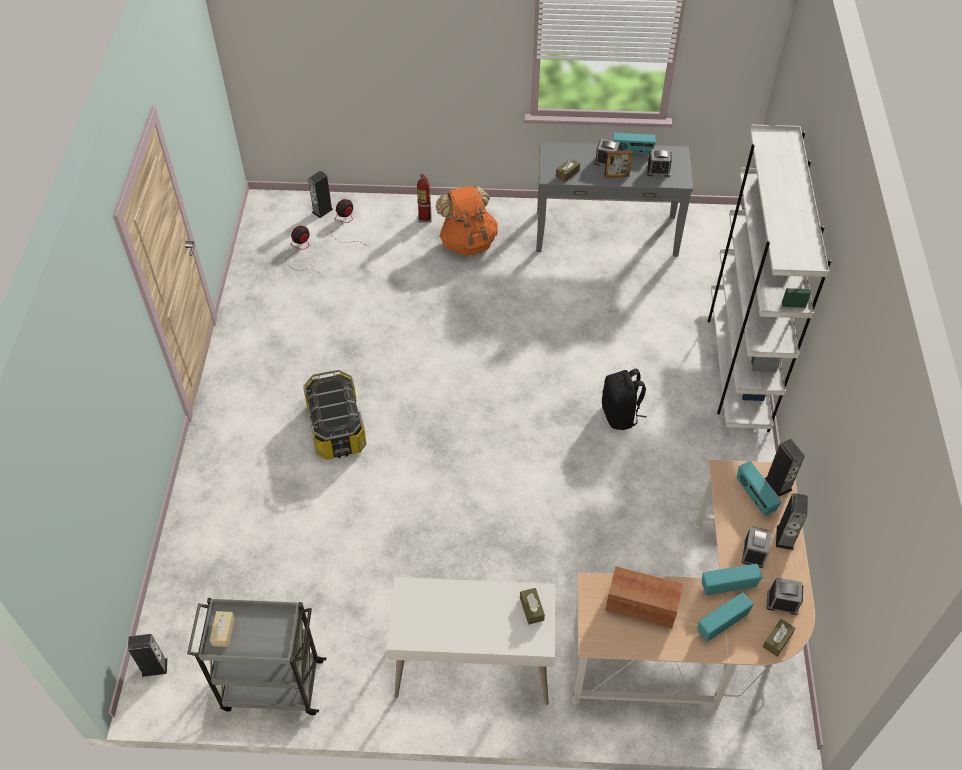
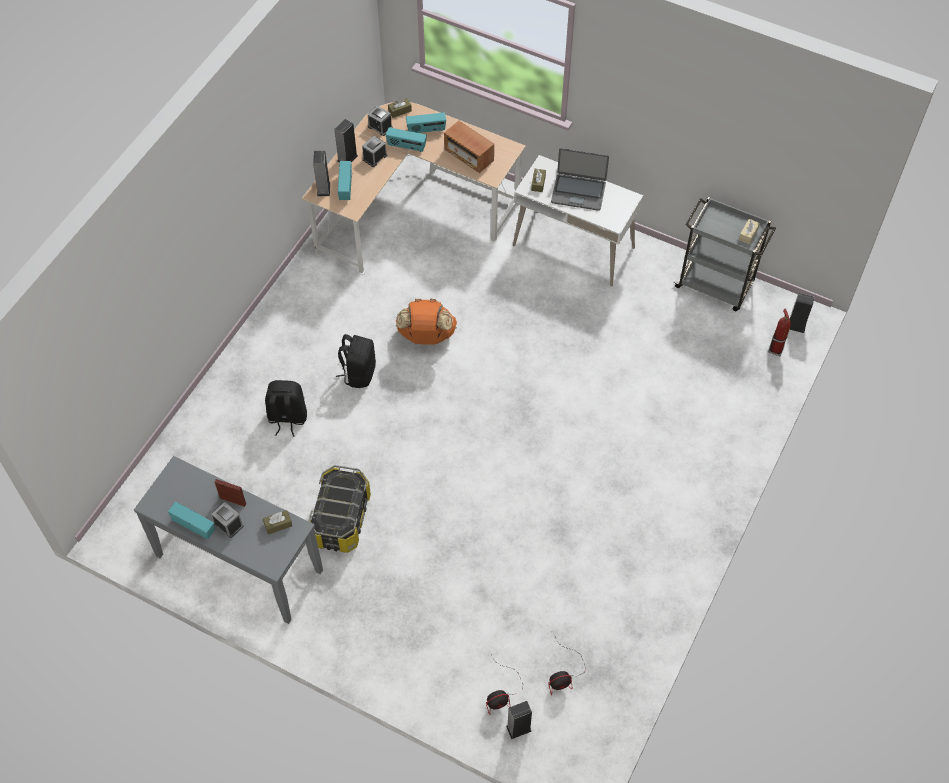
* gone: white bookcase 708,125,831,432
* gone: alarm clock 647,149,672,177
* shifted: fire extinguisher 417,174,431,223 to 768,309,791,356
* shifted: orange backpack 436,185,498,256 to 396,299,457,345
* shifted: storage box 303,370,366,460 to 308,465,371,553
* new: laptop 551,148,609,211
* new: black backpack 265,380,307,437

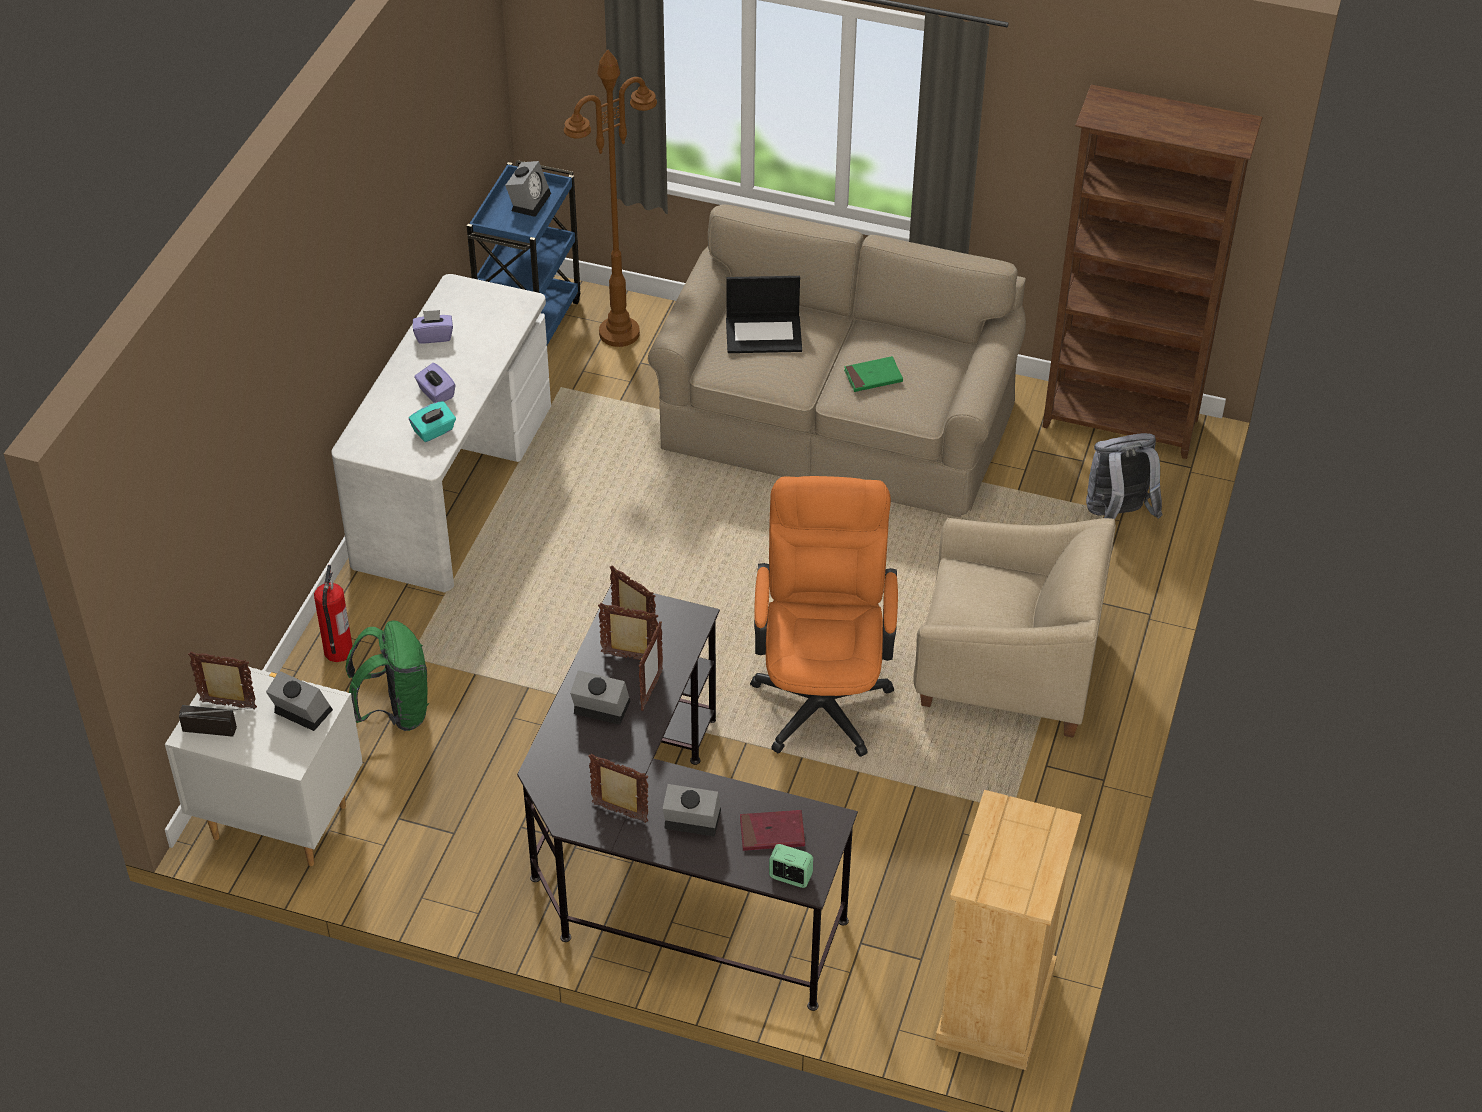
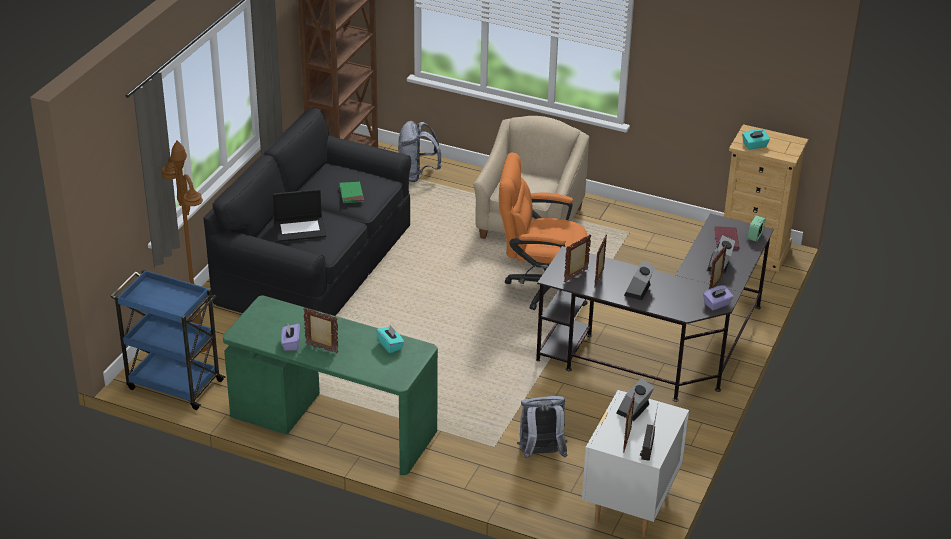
* gone: alarm clock 505,161,551,217
* repainted: beige sofa 648,205,1026,517 to black sofa 203,108,411,316
* repainted: white desk 331,274,551,592 to green desk 223,295,438,475
* rotated: laptop 726,276,802,353 = 273,189,326,242 75 degrees clockwise
* shifted: purple tissue box 414,363,456,403 to 703,285,733,310
* gone: fire extinguisher 314,565,353,662
* repainted: green backpack 345,620,429,731 to grey backpack 517,396,568,459
* shifted: picture frame 639,621,663,711 to 303,307,338,354
* new: turquoise tissue box 742,129,770,150

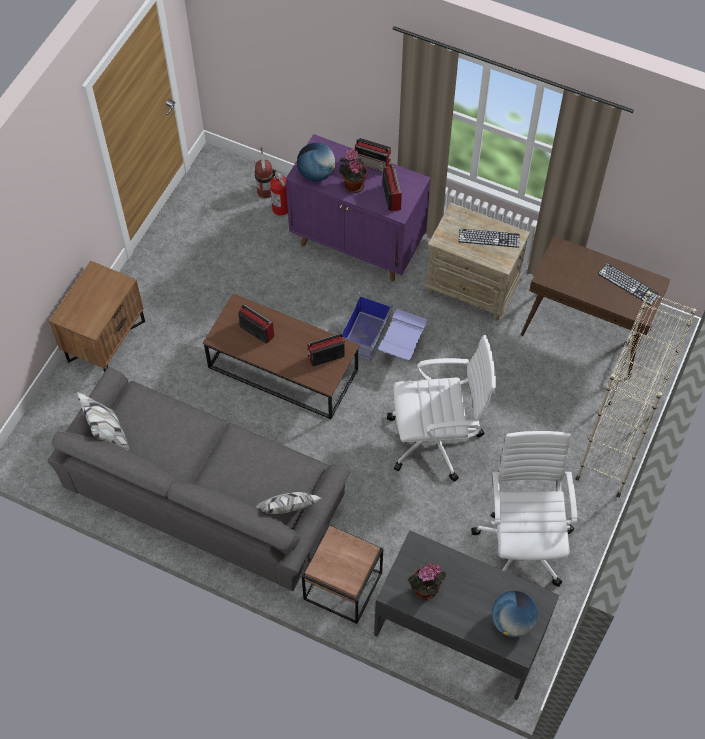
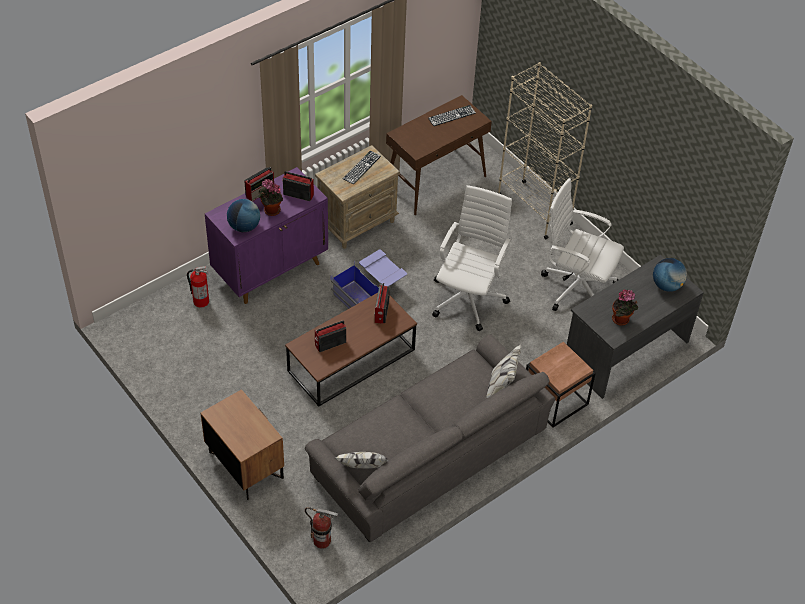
* shifted: fire extinguisher 255,147,273,198 to 305,507,338,549

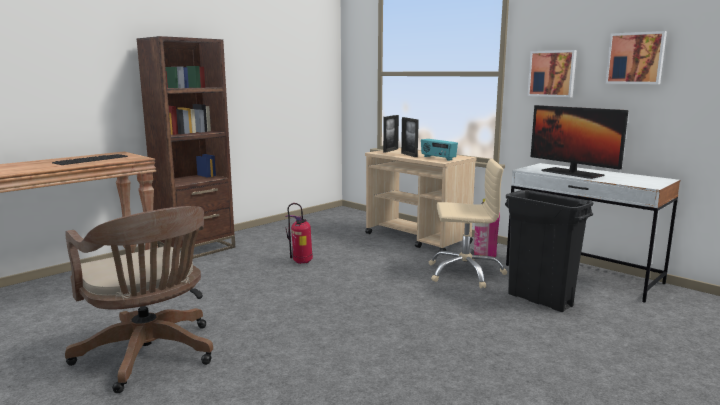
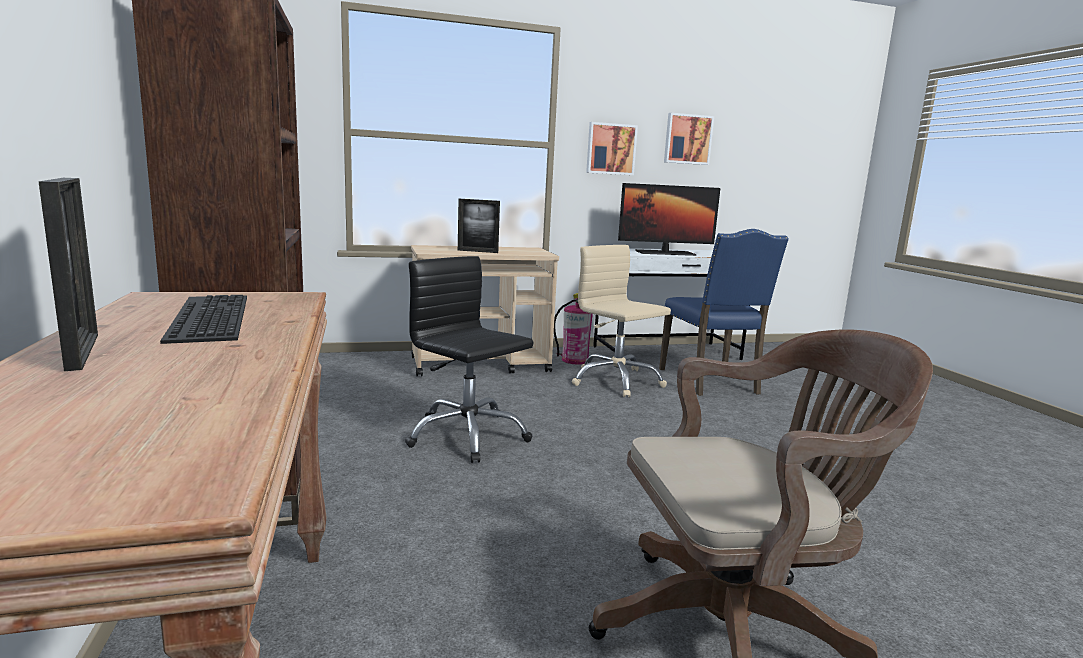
* shifted: picture frame 383,115,399,153 to 38,178,98,371
* gone: radio 421,139,458,161
* rotated: beige office chair 429,159,507,288 = 572,245,671,397 75 degrees counterclockwise
* swapped: black trash can 505,190,594,312 to blue chair 659,229,789,396
* swapped: fire extinguisher 285,203,313,264 to black office chair 405,256,534,463

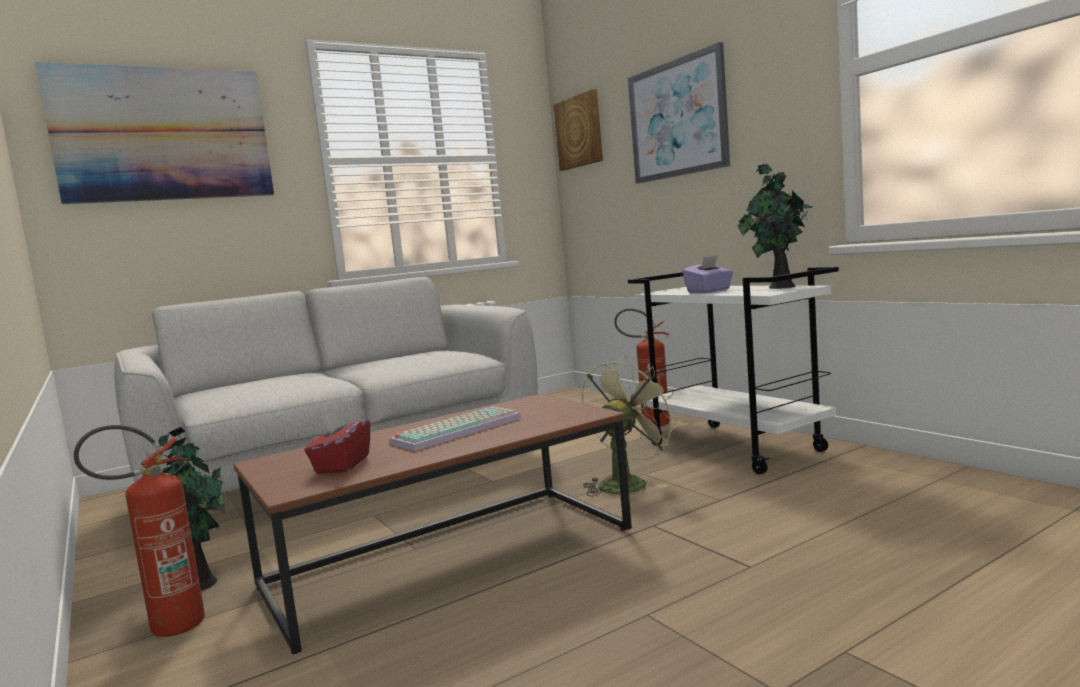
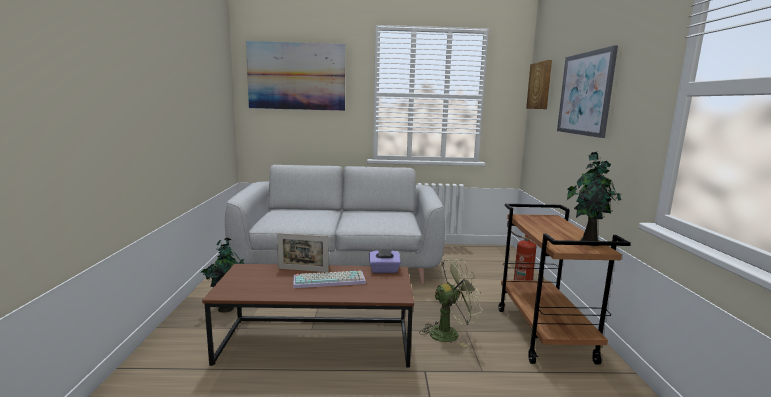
* shifted: purple tissue box 682,255,734,293 to 369,249,401,273
* repainted: white cart 628,267,839,475 to brown cart 498,204,631,365
* gone: red tissue box 305,410,370,474
* gone: fire extinguisher 74,425,205,637
* new: picture frame 277,233,329,272

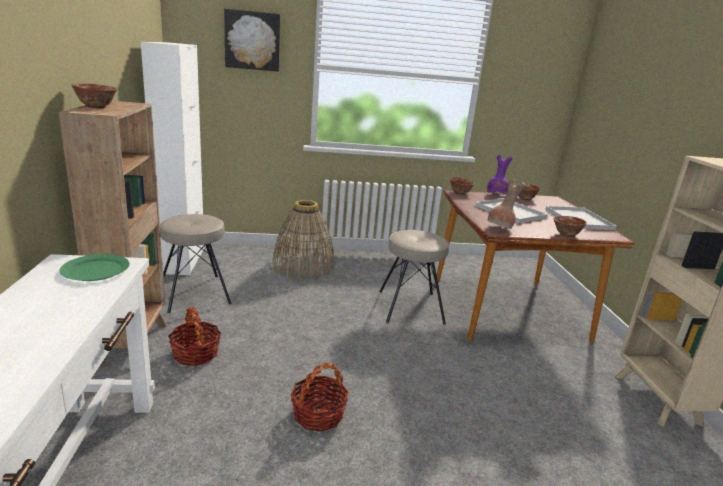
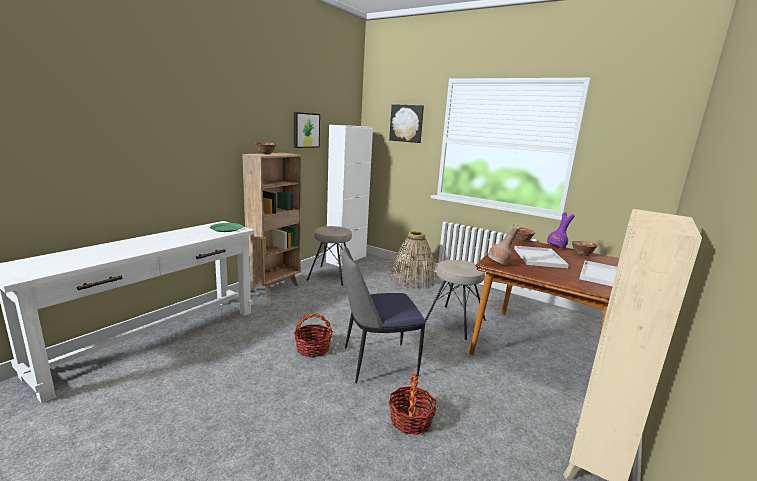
* gone: bowl 553,216,587,237
* shifted: basket 168,306,221,366 to 389,374,436,435
* new: picture 294,112,320,148
* new: chair 342,247,426,383

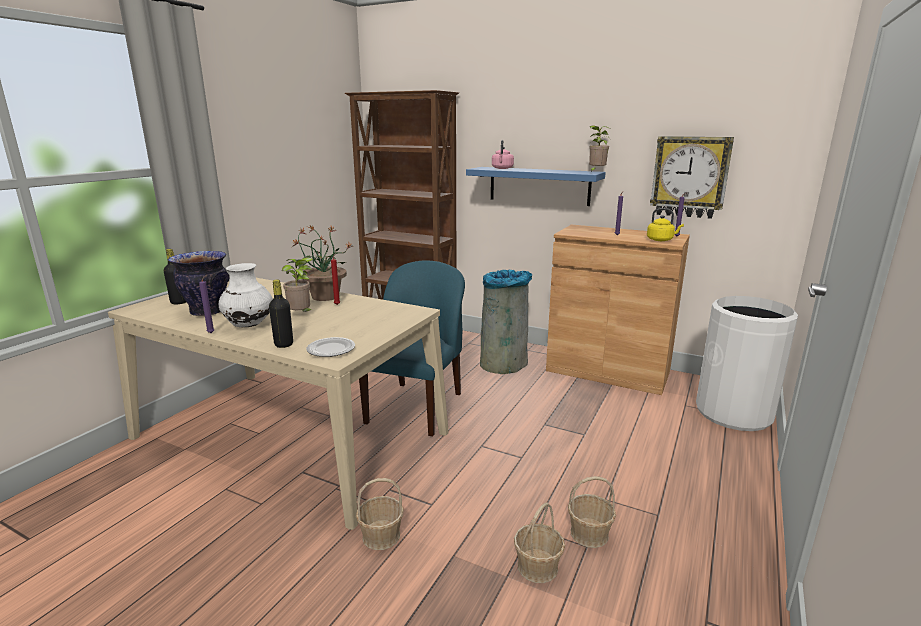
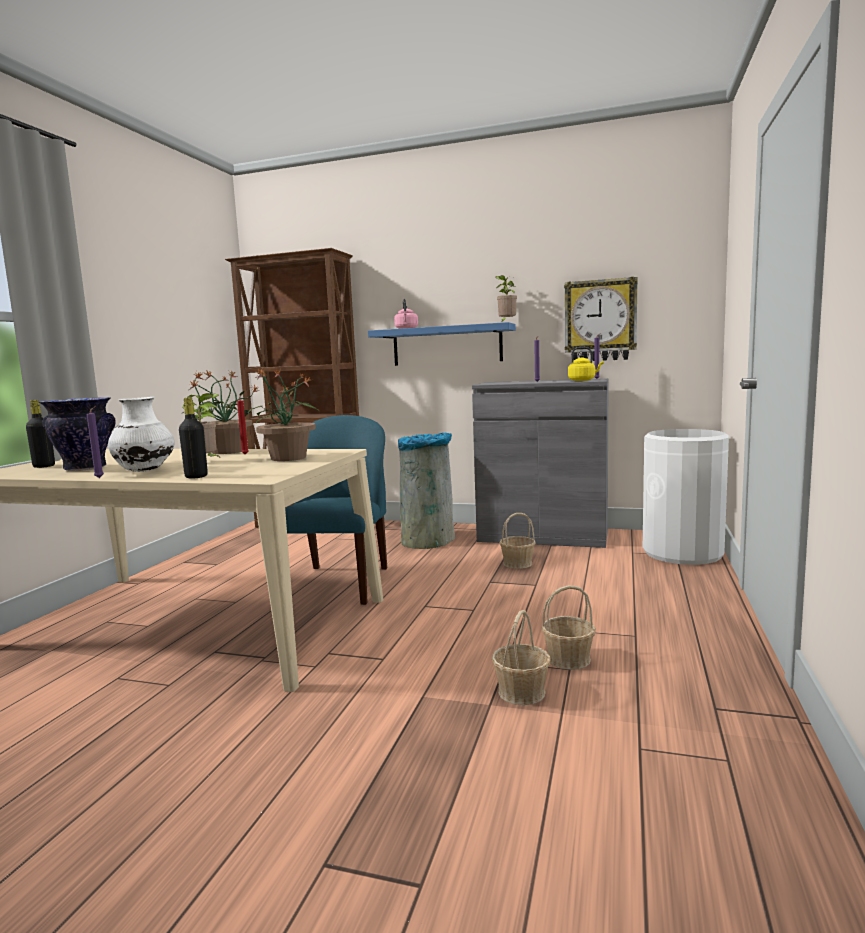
* repainted: brown cabinet 546,224,690,395 to grey cabinet 472,378,609,548
* gone: plate 306,337,355,357
* shifted: basket 356,478,404,550 to 500,513,535,569
* new: potted plant 248,367,321,461

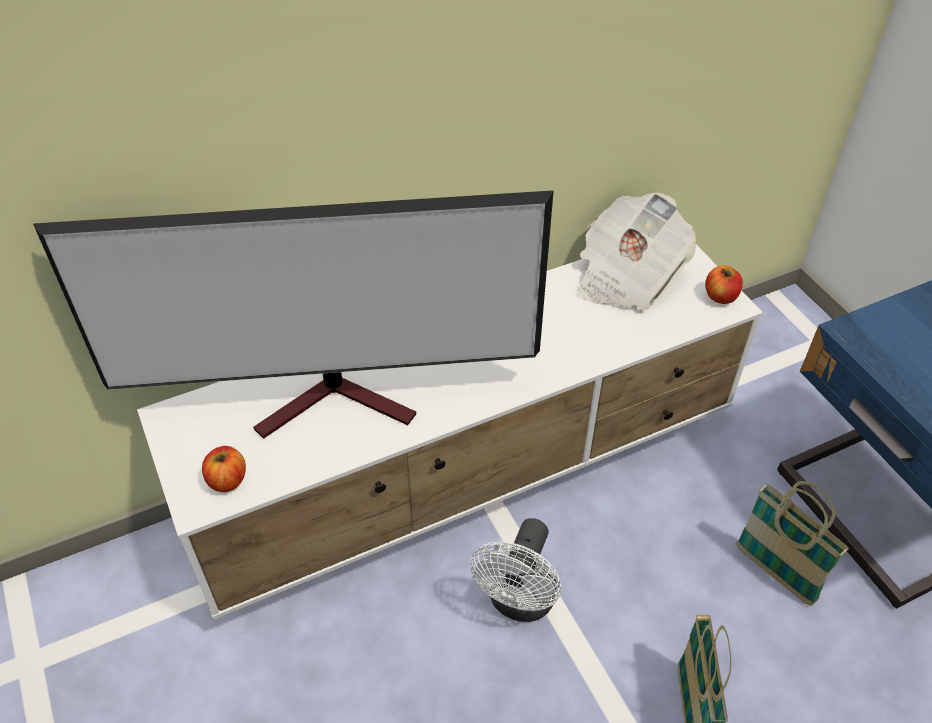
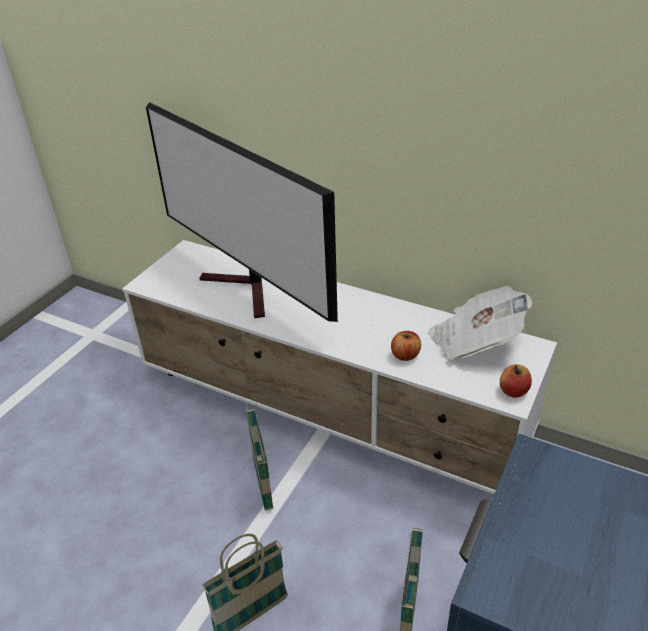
* shifted: apple 202,446,246,492 to 391,331,421,361
* swapped: white fan 470,518,561,622 to basket 246,405,273,511

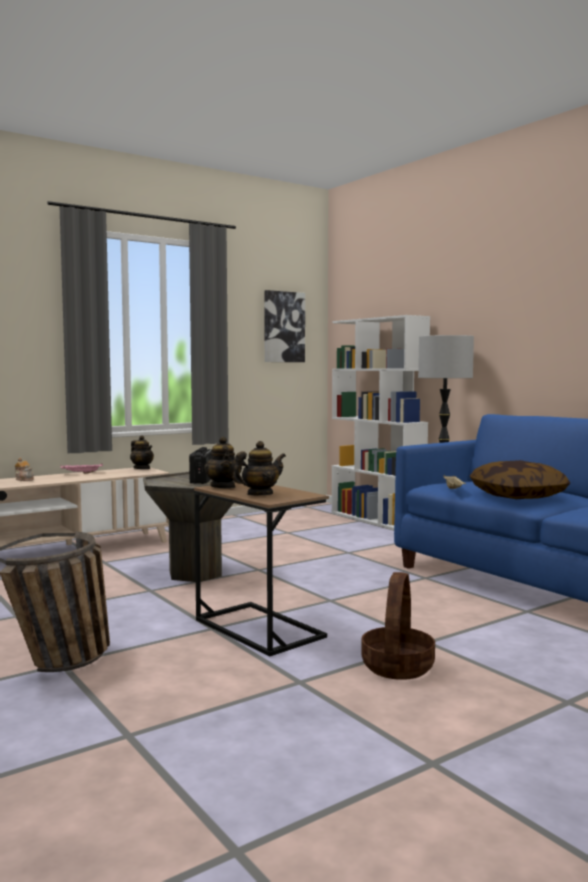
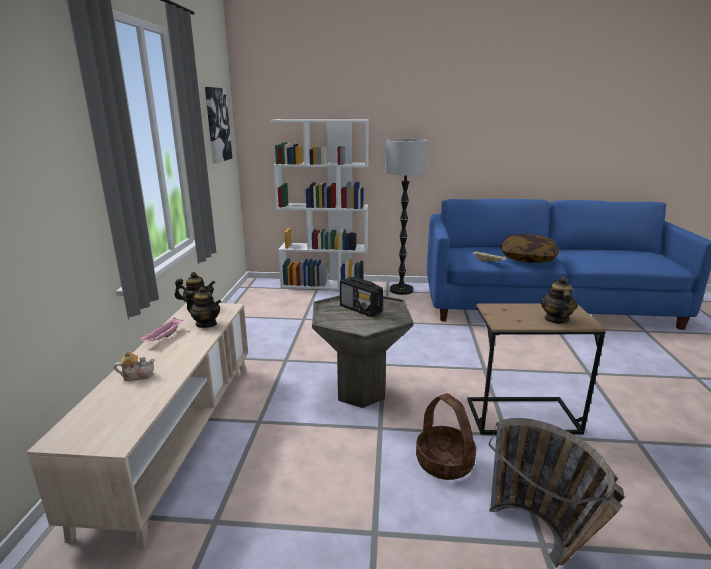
* shifted: teapot 204,436,242,489 to 186,287,221,328
* shifted: basket 361,572,435,680 to 416,393,476,480

